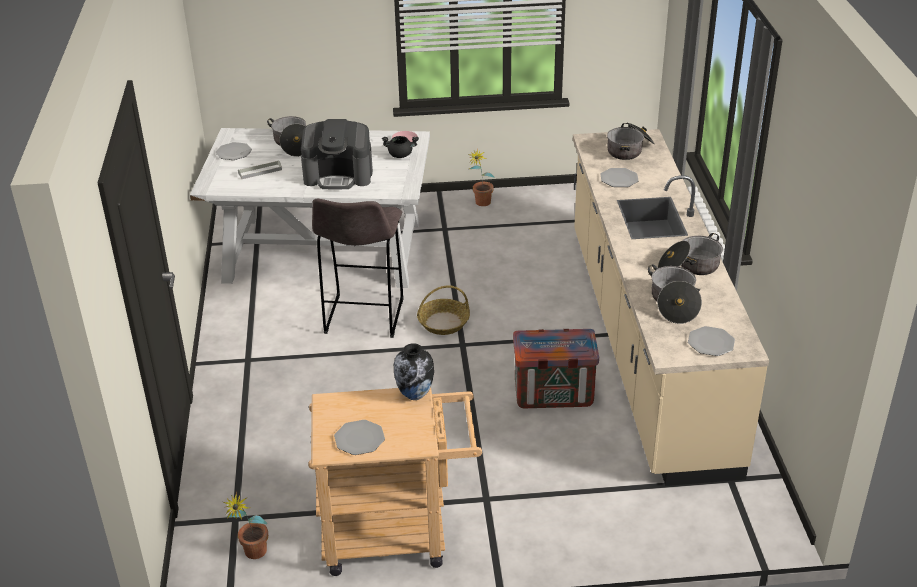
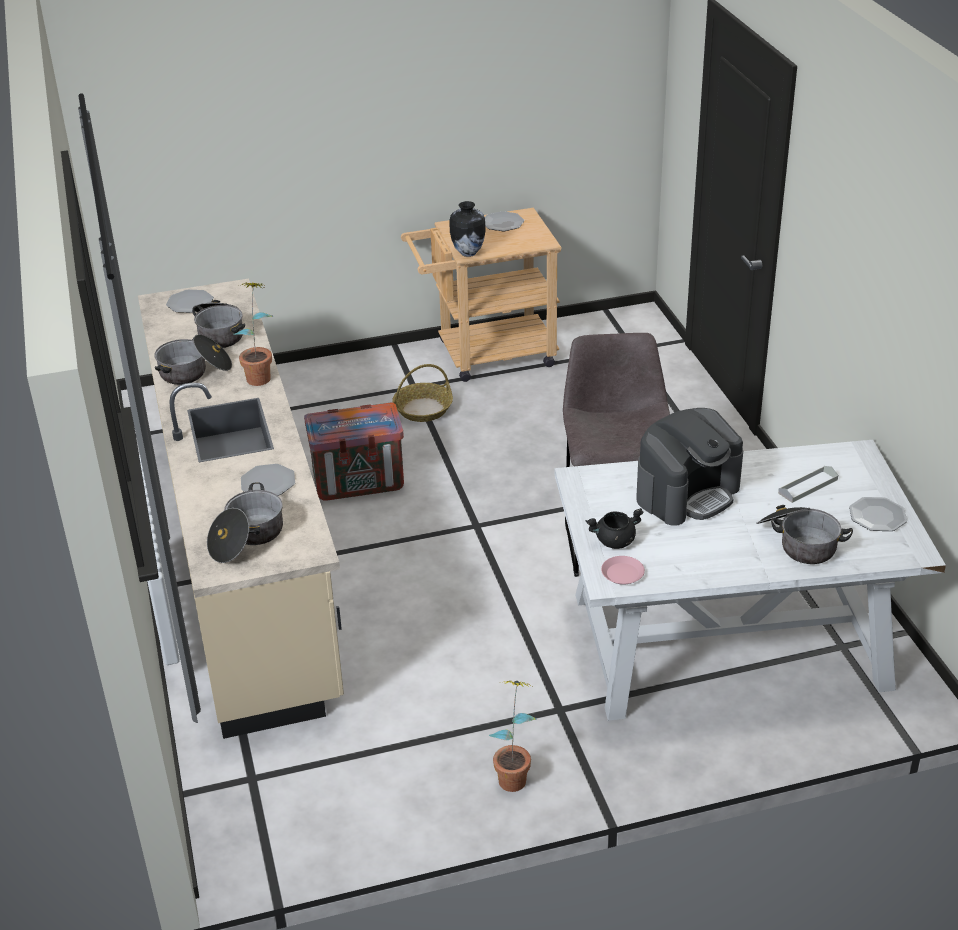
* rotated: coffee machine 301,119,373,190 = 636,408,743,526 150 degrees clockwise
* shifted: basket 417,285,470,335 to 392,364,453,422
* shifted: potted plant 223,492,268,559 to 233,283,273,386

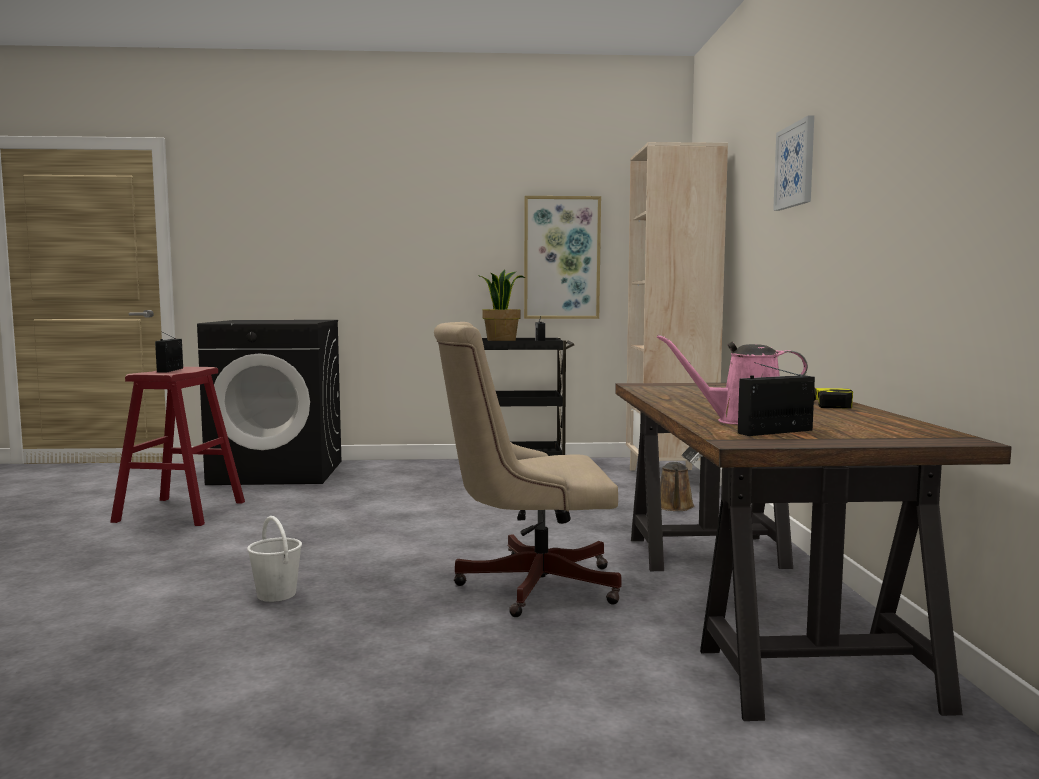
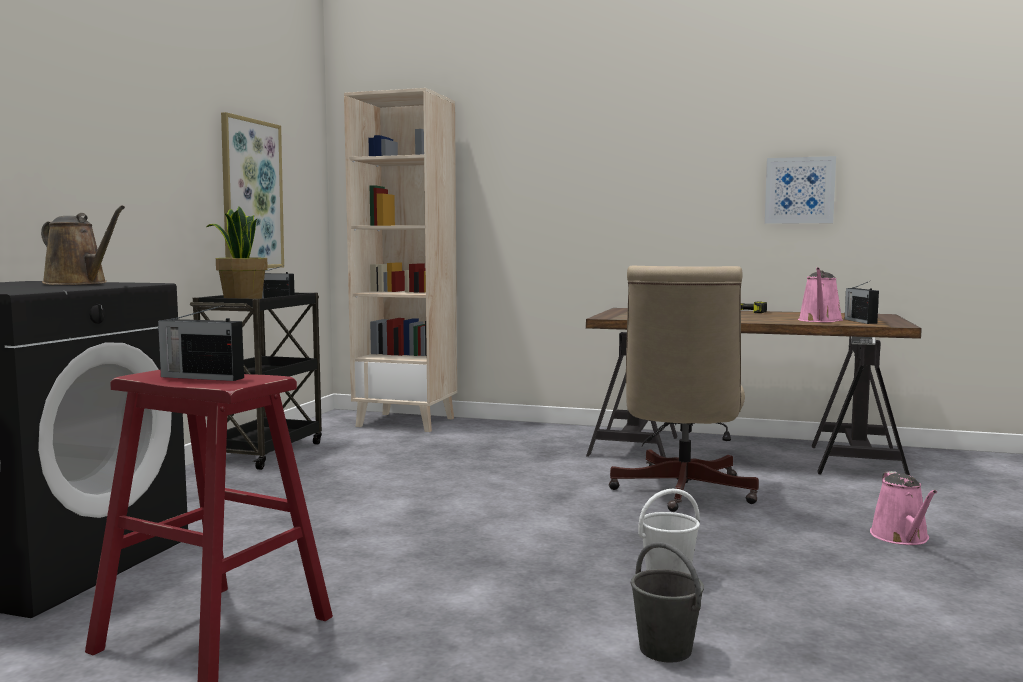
* shifted: picture 773,115,814,211 to 765,156,836,224
* shifted: brown watering can 660,462,695,511 to 41,205,125,285
* new: pink watering can 870,471,937,545
* new: grey bucket 631,542,704,663

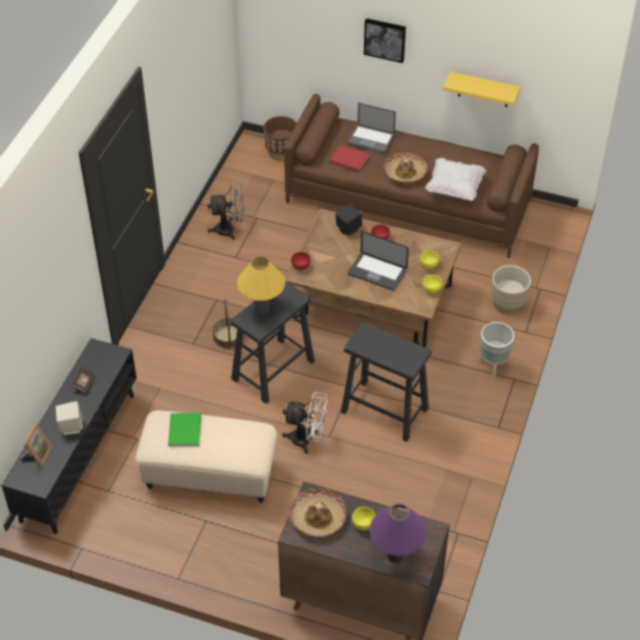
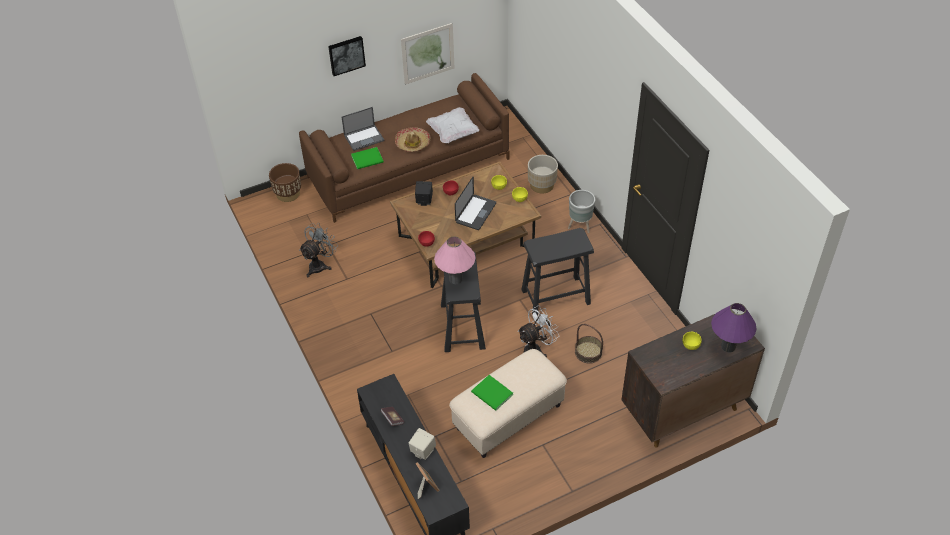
* swapped: yellow shelf 443,71,520,107 to picture 401,23,454,85
* repainted: red book 329,144,369,171 to green book 351,147,384,169
* rotated: laptop 348,231,409,291 = 455,176,496,230 45 degrees counterclockwise
* repainted: yellow table lamp 237,257,285,314 to pink table lamp 434,236,475,284
* shifted: basket 212,299,244,349 to 575,324,603,364
* gone: hat 289,488,347,537

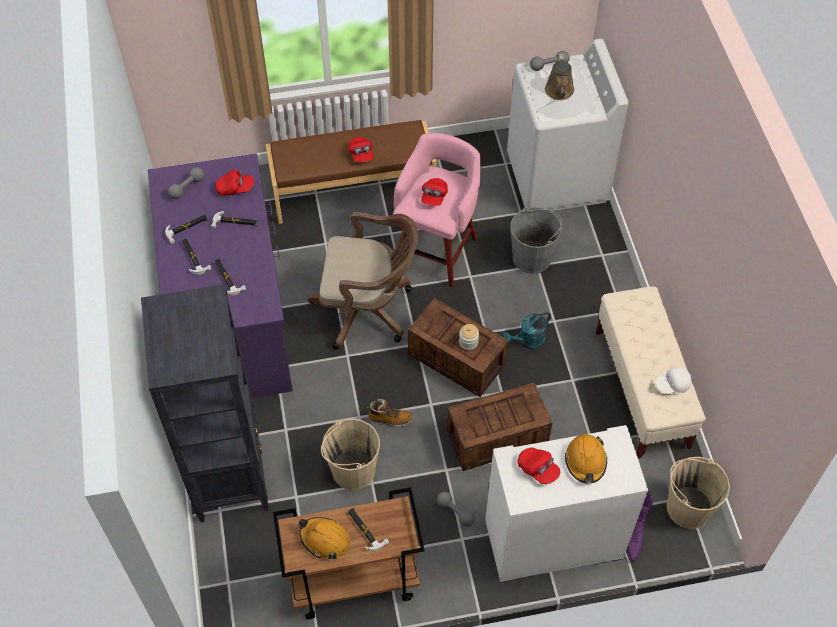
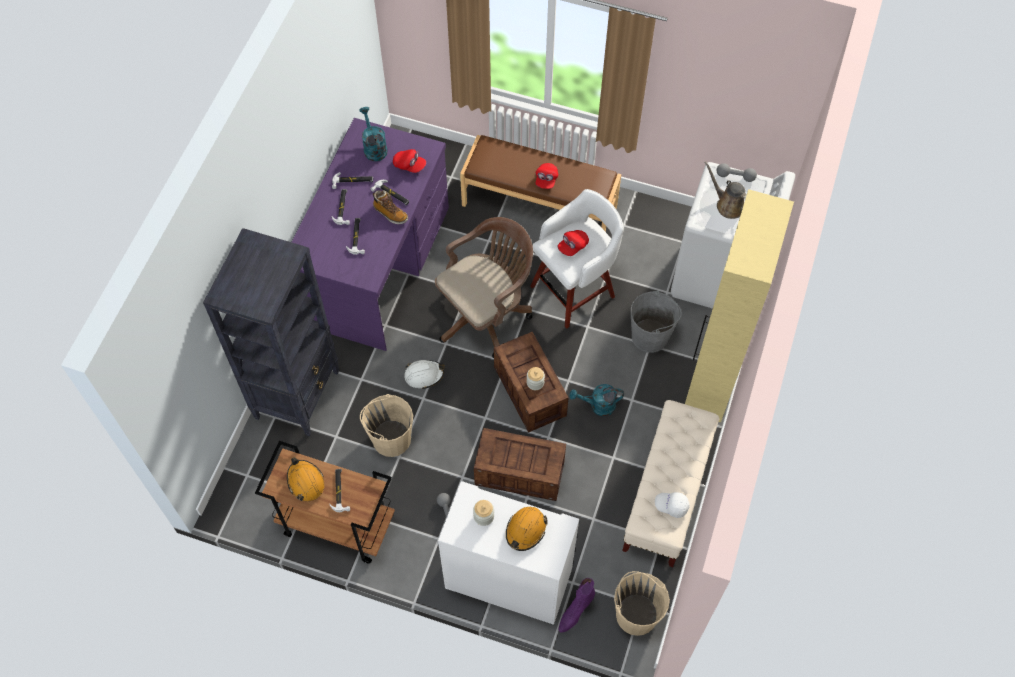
* rotated: brown watering can 545,54,574,100 = 704,161,747,219 105 degrees clockwise
* repainted: pink stool 393,133,481,287 to white stool 530,189,624,328
* swapped: grey dumbbell 168,167,204,199 to turquoise watering can 359,107,387,161
* rotated: brown office chair 308,212,418,350 = 435,217,533,358 75 degrees counterclockwise
* shifted: boot 367,399,413,427 to 373,190,408,224
* swapped: red cap 518,448,560,484 to jar 473,500,494,526
* new: beige cabinet 685,189,794,423
* new: white hard hat 404,360,445,389

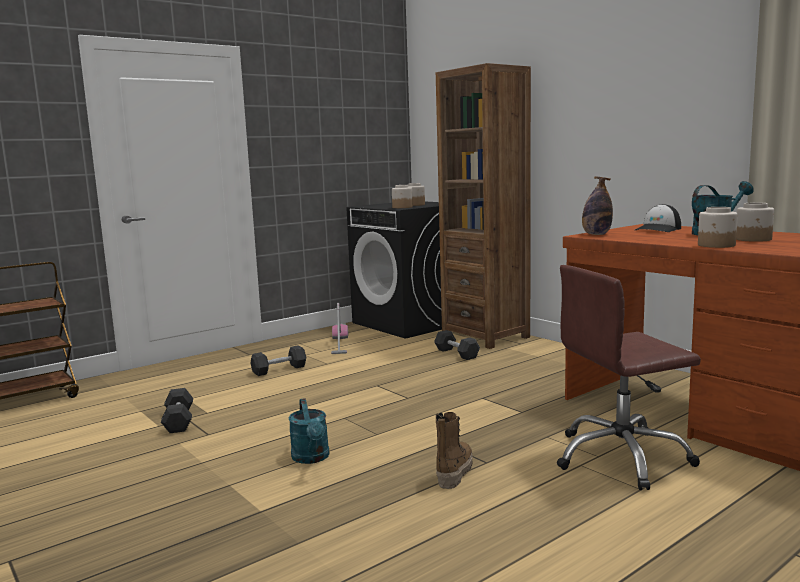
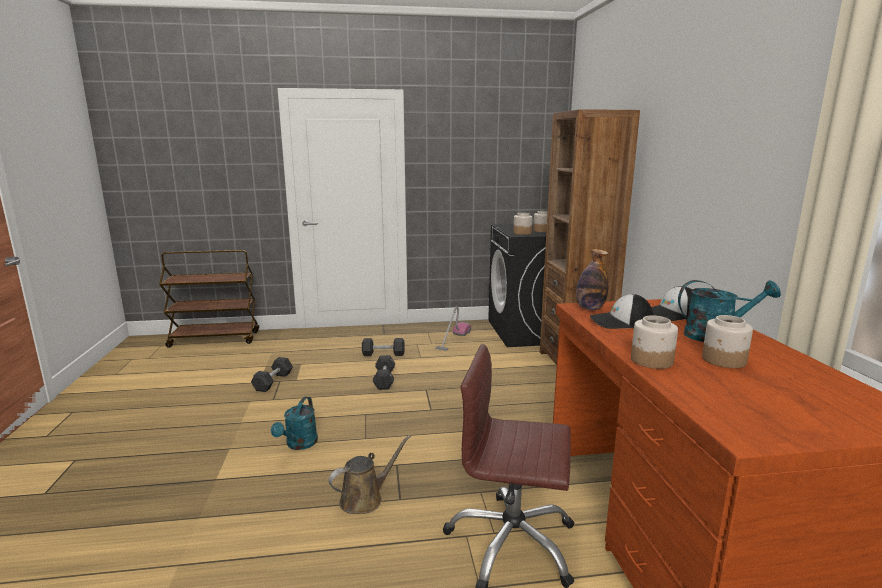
* shifted: black dumbbell 434,330,480,360 to 373,355,395,390
* swapped: boot 436,412,472,489 to brown watering can 329,435,411,514
* new: cap 590,294,653,329

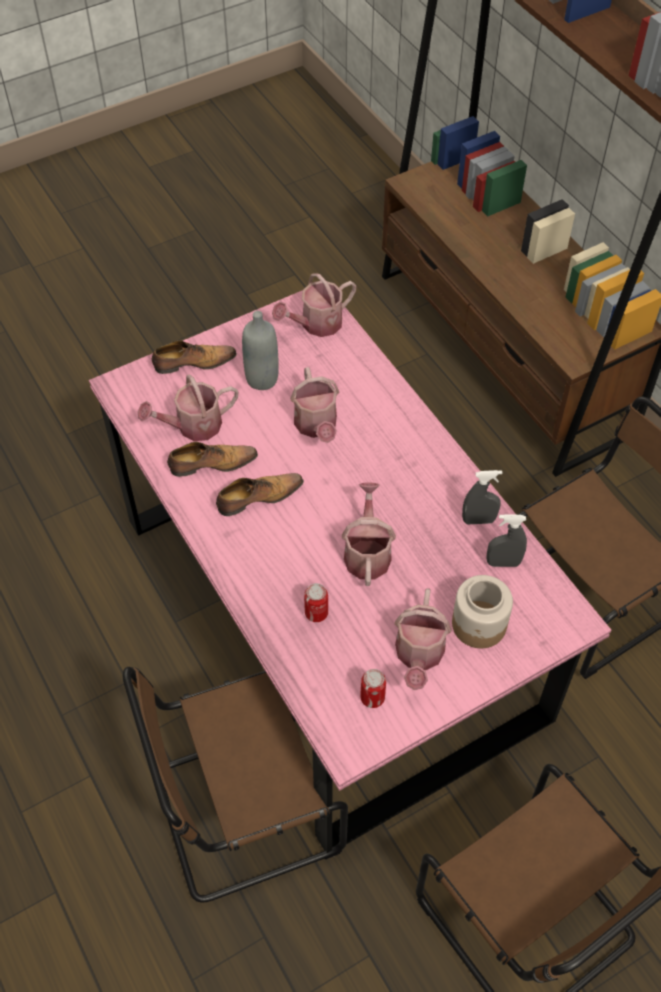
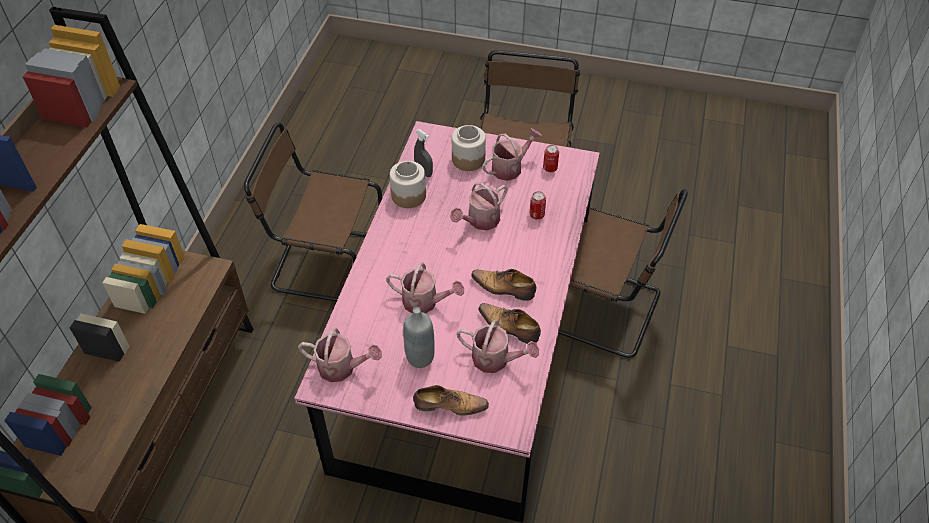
* rotated: shoe 152,340,237,374 = 413,385,489,416 150 degrees clockwise
* rotated: watering can 290,367,339,443 = 386,262,464,314 75 degrees clockwise
* swapped: grey spray bottle 462,470,502,524 to jar 390,161,426,208

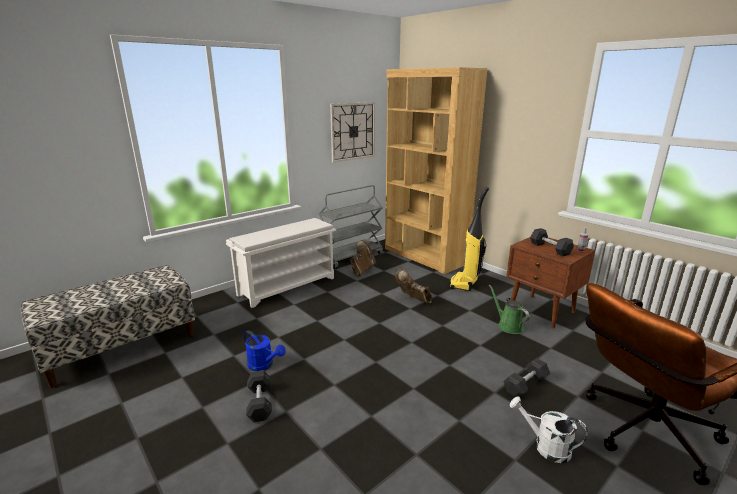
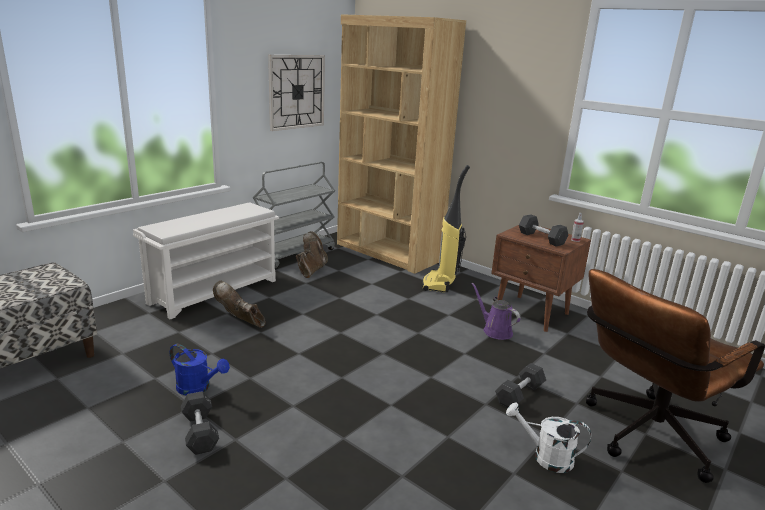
* shifted: brown boot 395,269,433,304 to 213,281,266,328
* repainted: green watering can 489,285,530,334 to purple watering can 472,283,520,340

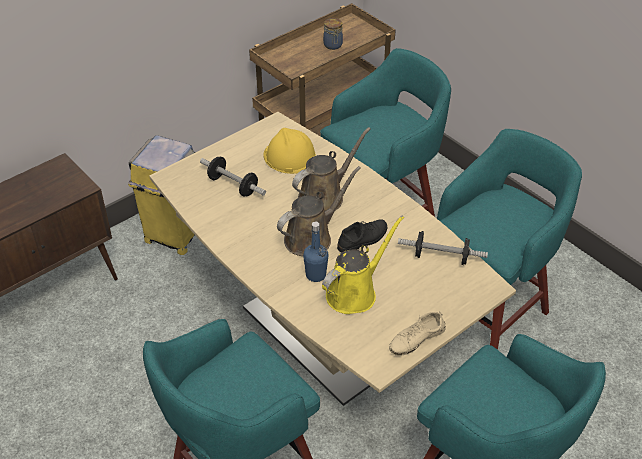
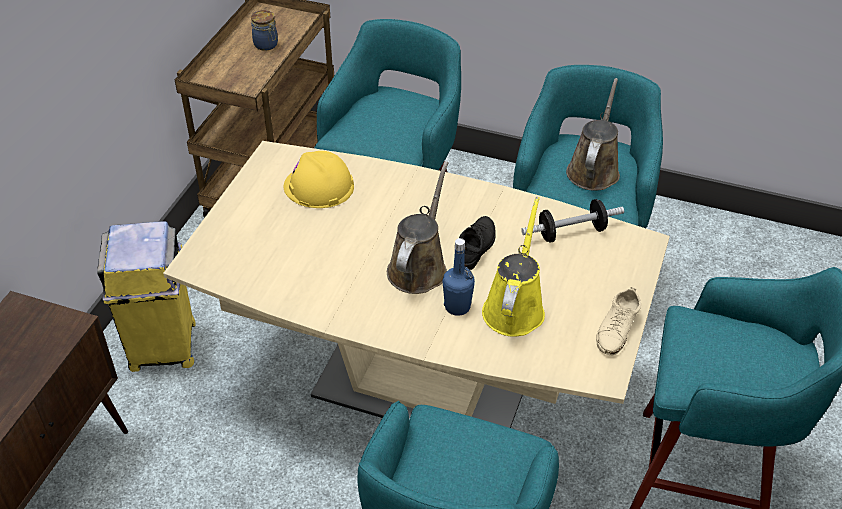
* shifted: brown watering can 292,127,370,211 to 566,78,620,191
* gone: dumbbell 200,157,266,197

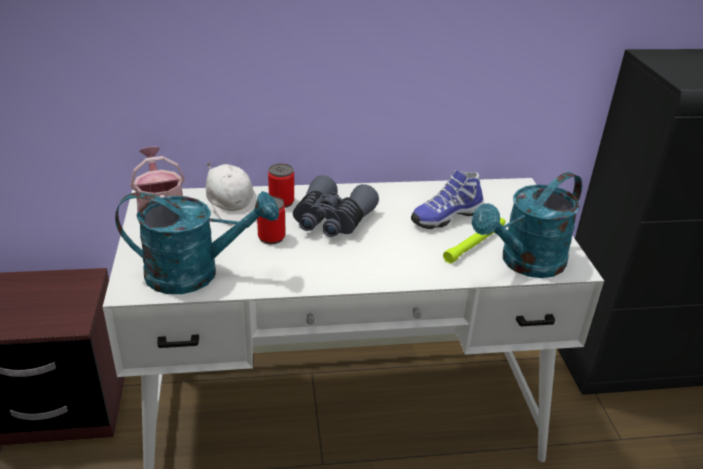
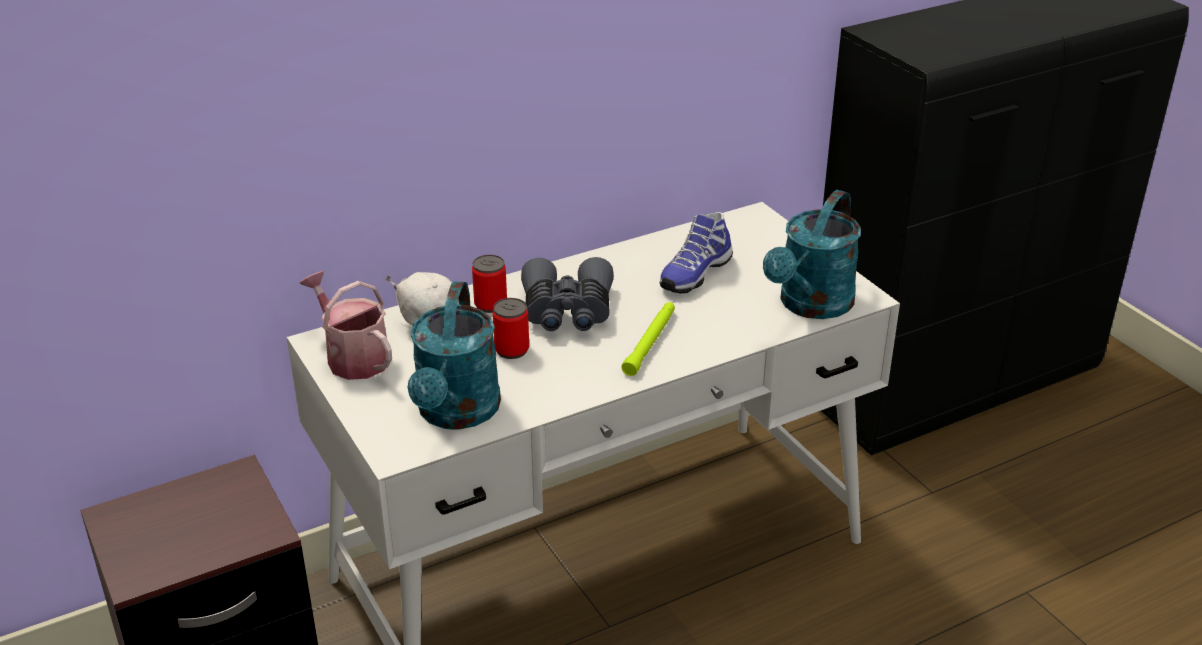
* rotated: turquoise watering can 115,191,279,294 = 408,281,501,429 120 degrees clockwise
* shifted: green flashlight 443,218,506,263 to 621,302,675,376

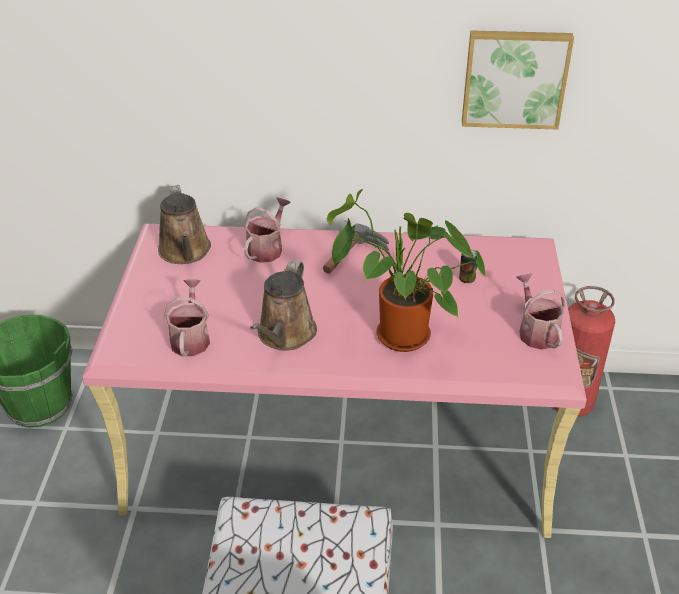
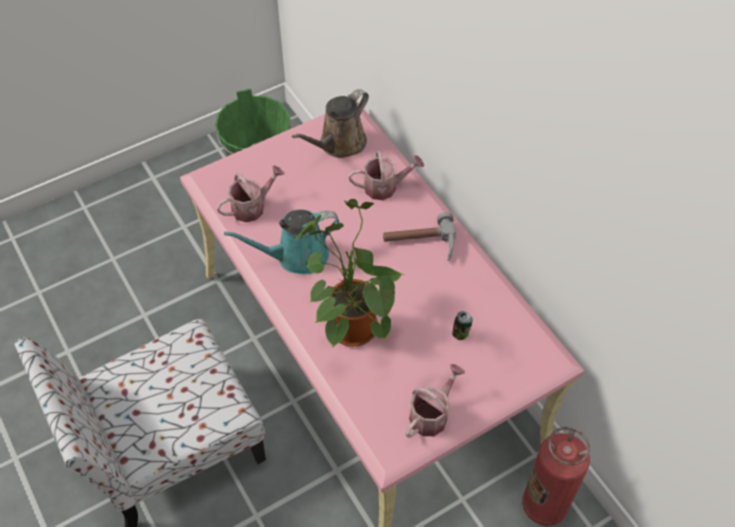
* gone: picture 462,30,574,130
* repainted: brown watering can 250,260,317,351 to turquoise watering can 224,209,339,275

